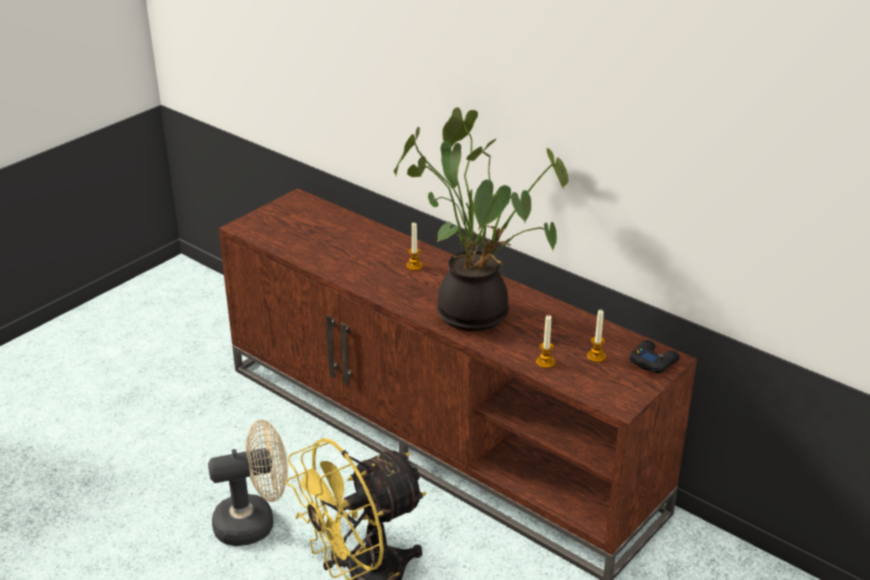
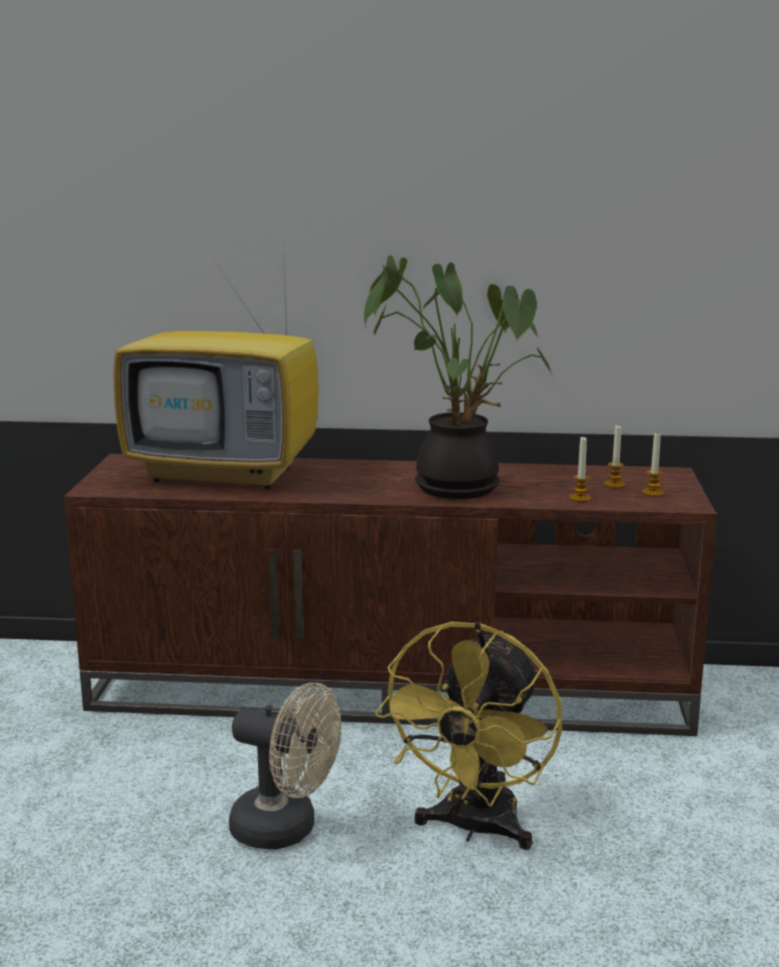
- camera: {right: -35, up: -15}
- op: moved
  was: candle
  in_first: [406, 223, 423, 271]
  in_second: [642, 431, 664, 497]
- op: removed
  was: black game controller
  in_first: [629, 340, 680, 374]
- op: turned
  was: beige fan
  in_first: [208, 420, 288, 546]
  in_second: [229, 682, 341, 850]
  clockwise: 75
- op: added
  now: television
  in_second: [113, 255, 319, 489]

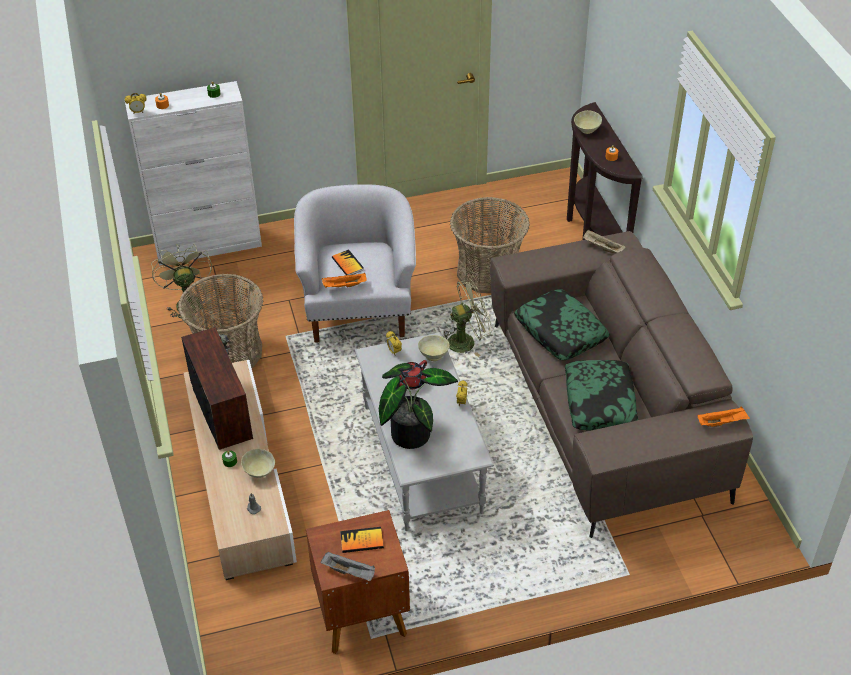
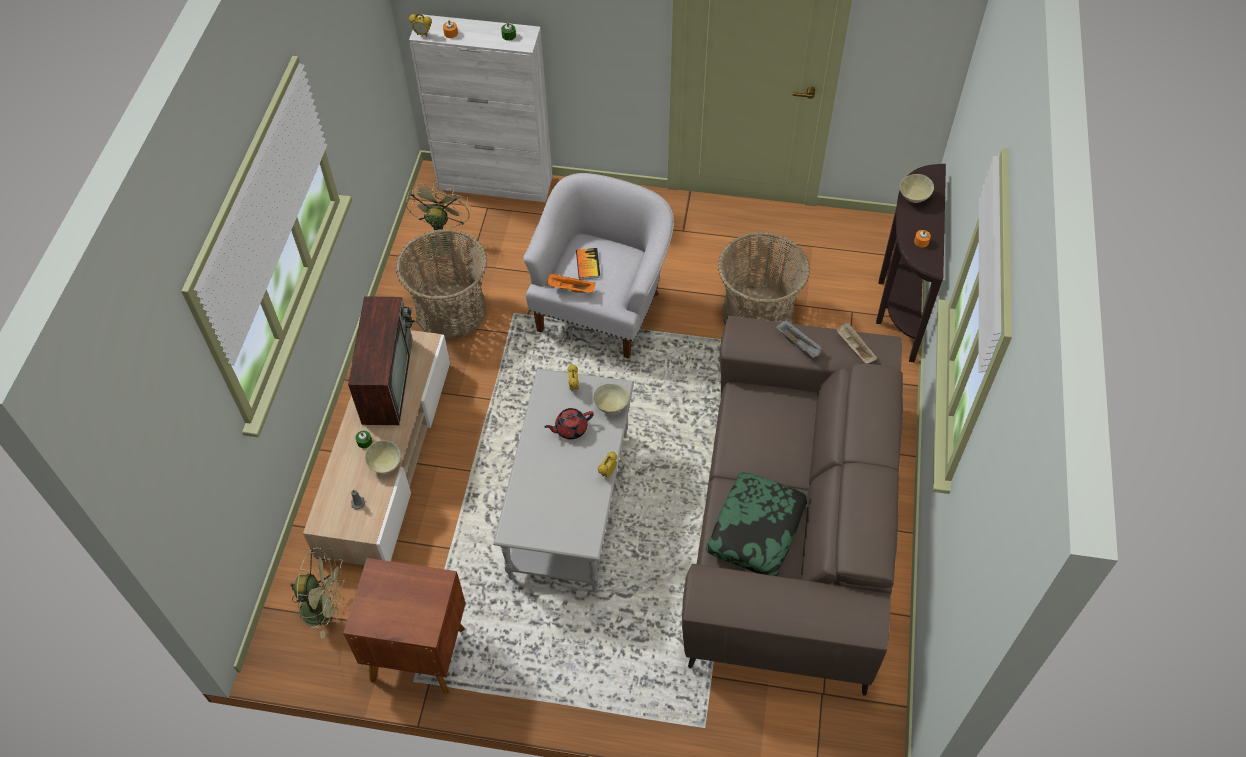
- camera: {right: 25, up: 10}
- op: moved
  was: green fan
  in_first: [443, 279, 492, 357]
  in_second: [290, 548, 347, 639]
- op: removed
  was: pillow
  in_first: [514, 289, 610, 360]
- op: removed
  was: potted plant
  in_first: [379, 363, 458, 449]
- op: removed
  was: orange tray
  in_first: [698, 406, 750, 427]
- op: removed
  was: book
  in_first: [340, 527, 384, 553]
- op: moved
  was: grey tray
  in_first: [321, 552, 375, 581]
  in_second: [776, 320, 822, 358]

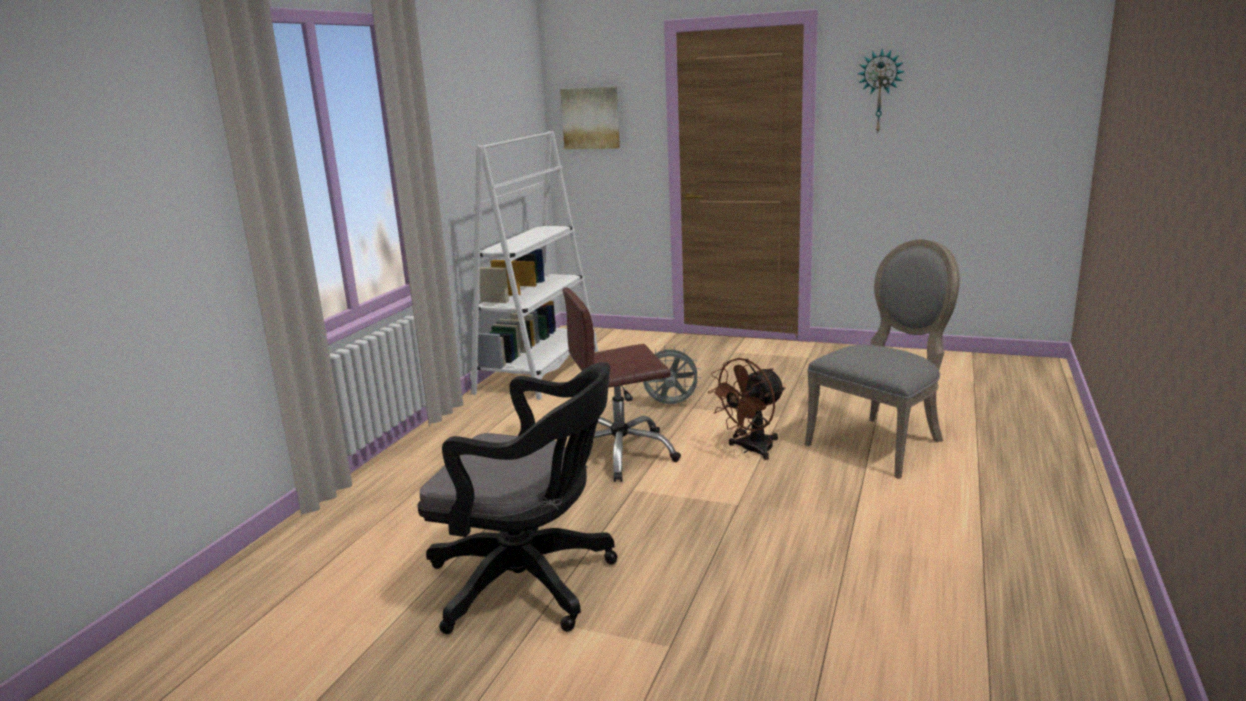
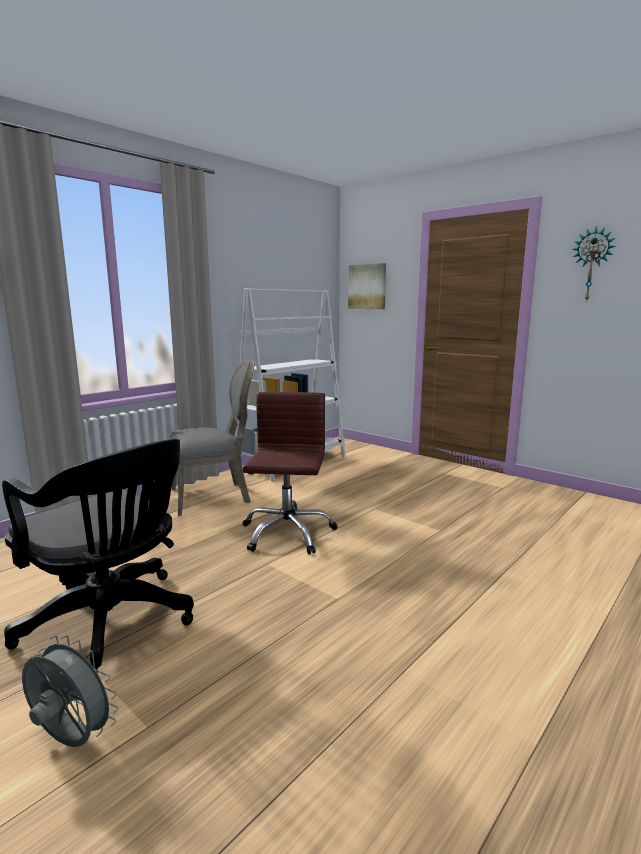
- camera: {right: 20, up: -5}
- op: moved
  was: grey chair
  in_first: [805, 239, 960, 479]
  in_second: [170, 360, 255, 516]
- op: turned
  was: brown office chair
  in_first: [563, 287, 681, 482]
  in_second: [243, 392, 338, 554]
  clockwise: 90
- op: moved
  was: grey fan
  in_first: [643, 345, 701, 404]
  in_second: [22, 635, 118, 747]
- op: removed
  was: brown fan
  in_first: [708, 358, 786, 460]

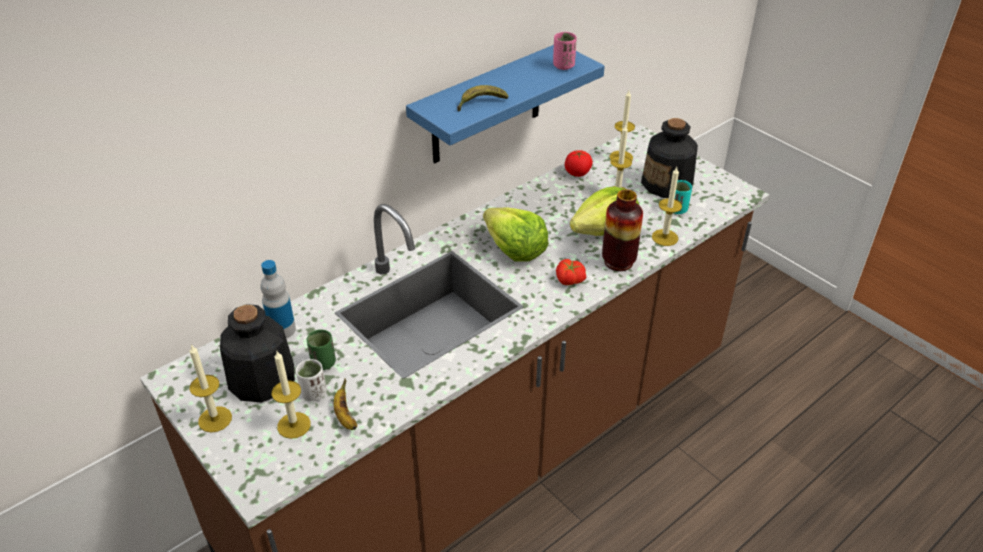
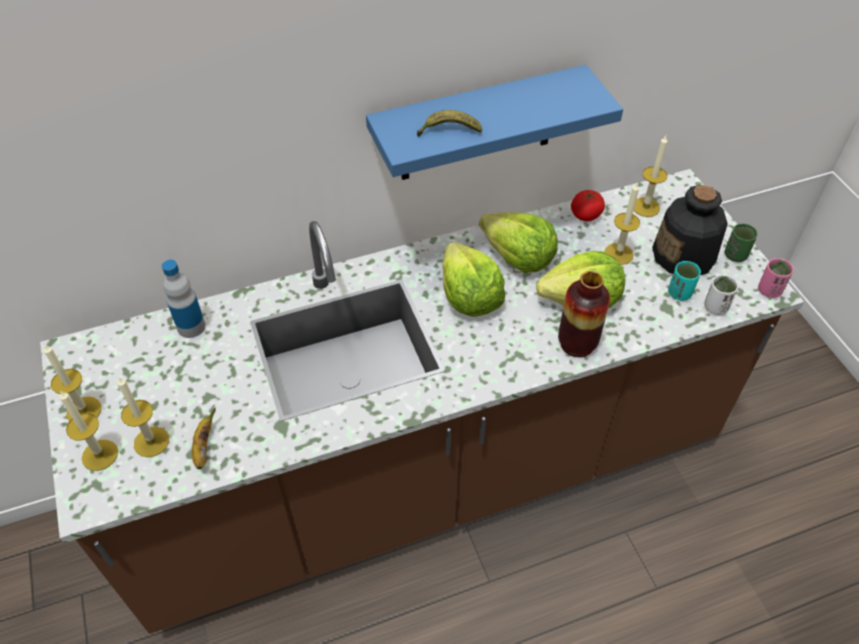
- camera: {right: 20, up: 10}
- op: moved
  was: pink cup
  in_first: [553, 32, 577, 70]
  in_second: [758, 258, 794, 298]
- op: moved
  was: candle
  in_first: [652, 167, 682, 246]
  in_second: [60, 390, 118, 471]
- op: removed
  was: tomato
  in_first: [556, 259, 586, 285]
- op: removed
  was: bottle
  in_first: [220, 304, 295, 403]
- op: moved
  was: green cup
  in_first: [307, 329, 336, 370]
  in_second: [725, 223, 758, 262]
- op: moved
  was: white cup
  in_first: [296, 359, 327, 401]
  in_second: [704, 275, 738, 315]
- op: added
  now: lettuce
  in_second: [479, 212, 558, 273]

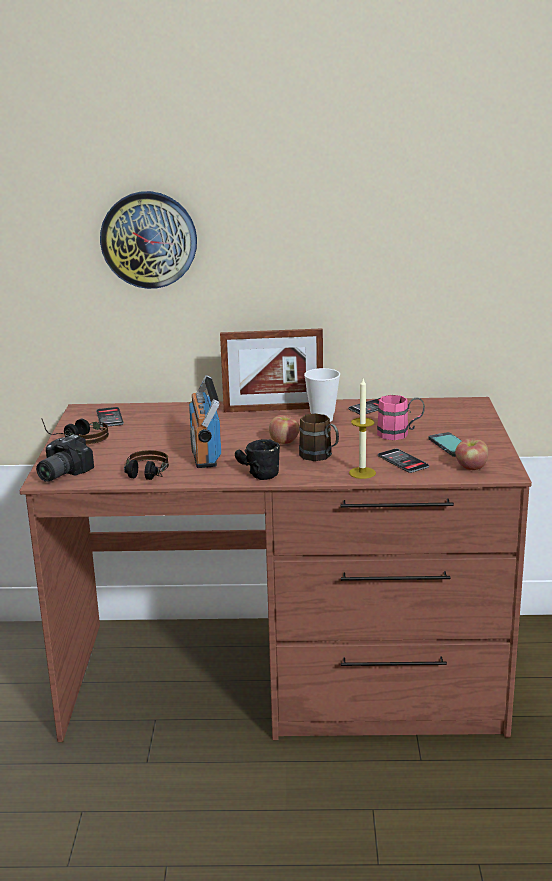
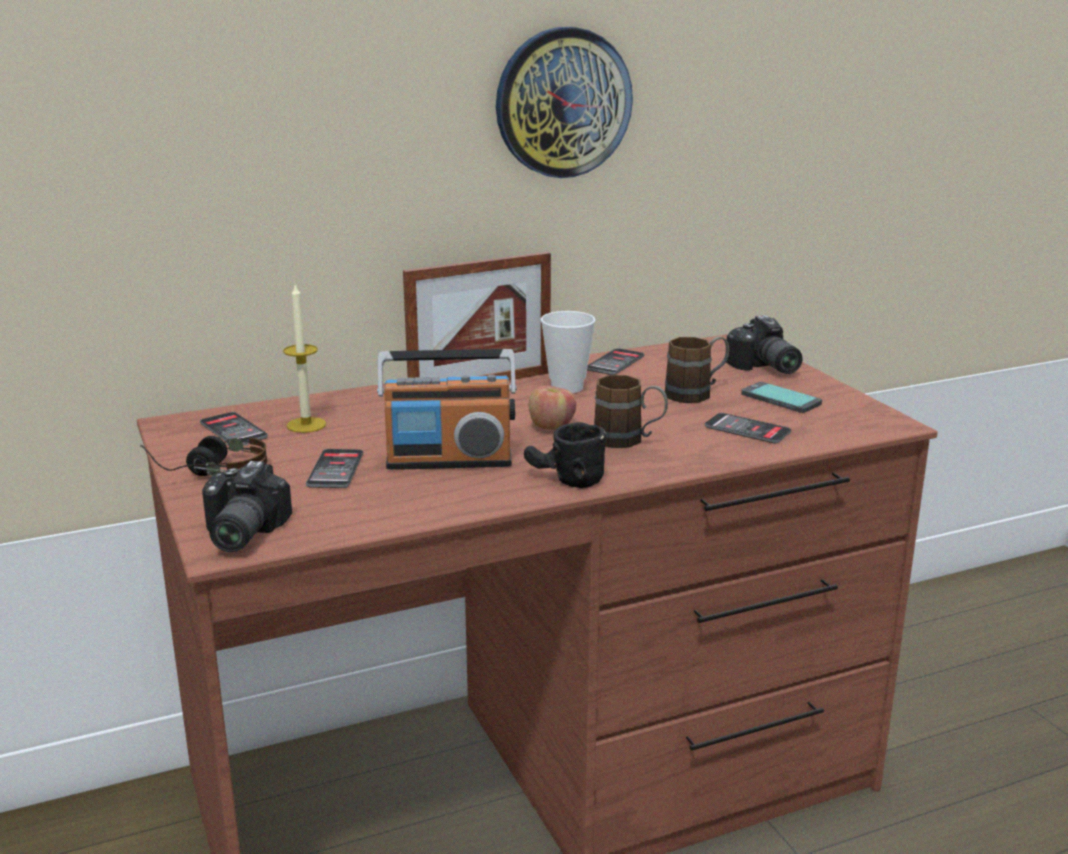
- camera: {right: -25, up: 0}
- op: moved
  was: wall clock
  in_first: [100, 191, 197, 289]
  in_second: [496, 27, 633, 178]
- op: turned
  was: radio
  in_first: [189, 375, 221, 468]
  in_second: [377, 349, 517, 470]
  clockwise: -60
- op: moved
  was: candle
  in_first: [349, 378, 376, 479]
  in_second: [283, 284, 326, 433]
- op: recoloured
  was: pink mug
  now: brown mug
  in_first: [377, 395, 425, 440]
  in_second: [665, 337, 729, 403]
- op: removed
  was: apple
  in_first: [455, 439, 488, 470]
- op: removed
  was: headphones
  in_first: [124, 450, 169, 480]
- op: added
  now: photo camera
  in_second: [726, 315, 802, 374]
- op: added
  now: phone
  in_second: [306, 449, 363, 488]

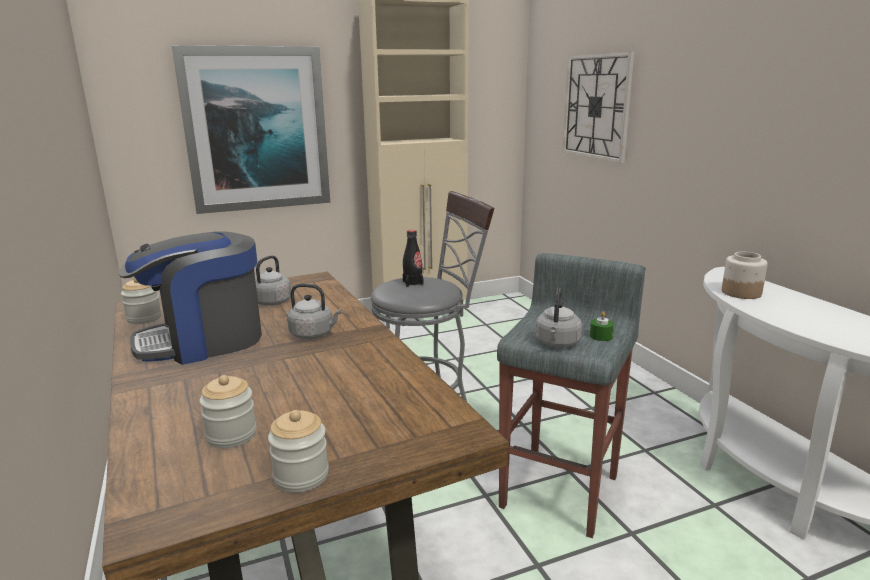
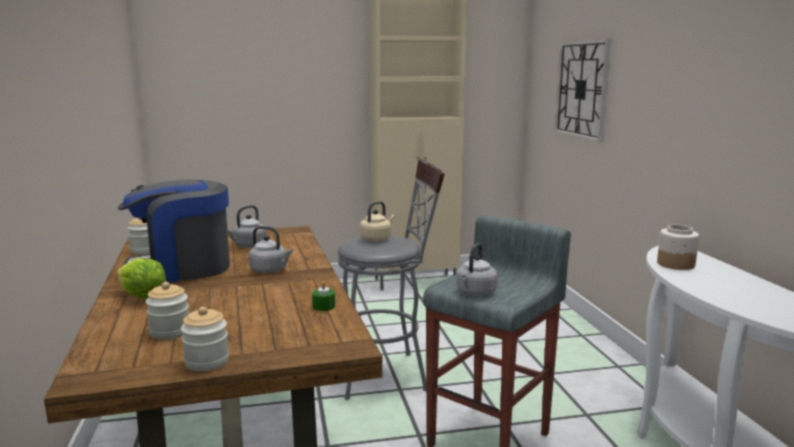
- camera: {right: 10, up: -5}
- op: removed
  was: picture
  in_first: [172, 45, 330, 214]
- op: replaced
  was: black bottle
  now: beige kettle
  in_first: [403, 230, 424, 287]
  in_second: [360, 201, 395, 242]
- op: moved
  was: green candle
  in_first: [590, 311, 614, 341]
  in_second: [312, 281, 335, 311]
- op: added
  now: lettuce
  in_second: [117, 258, 166, 299]

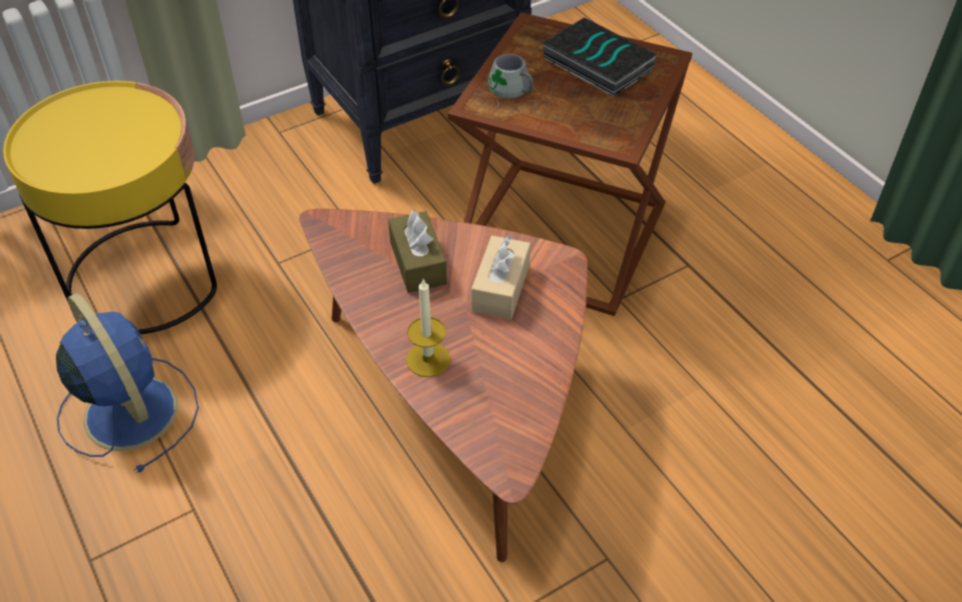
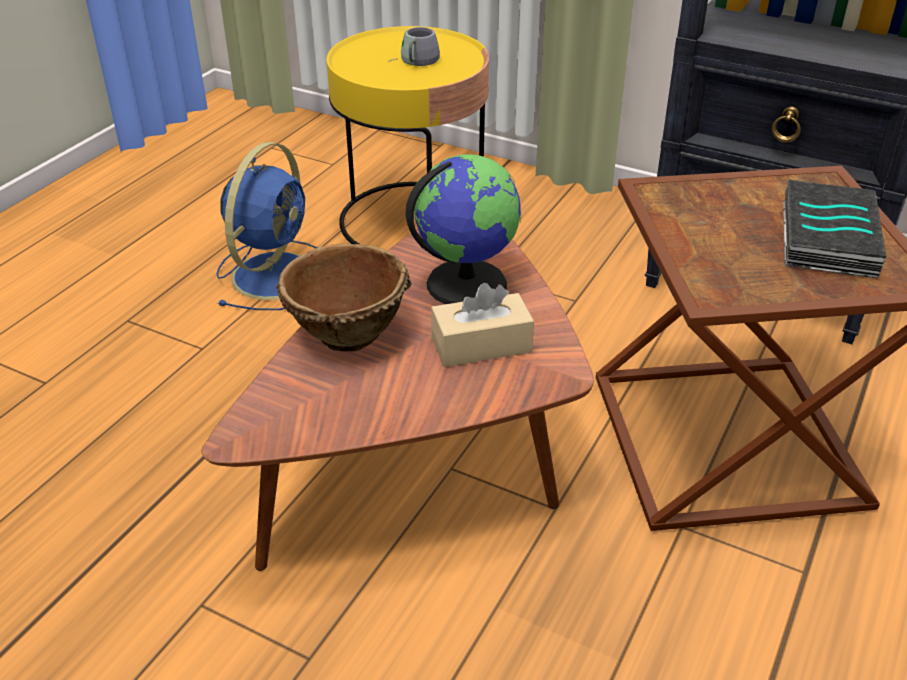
- camera: {right: 60, up: -10}
- op: moved
  was: grey mug
  in_first: [488, 54, 533, 108]
  in_second: [388, 27, 440, 66]
- op: replaced
  was: brown tissue box
  now: globe
  in_first: [388, 210, 447, 293]
  in_second: [406, 154, 522, 304]
- op: replaced
  was: candle
  now: brown bowl
  in_first: [406, 278, 450, 377]
  in_second: [276, 243, 411, 352]

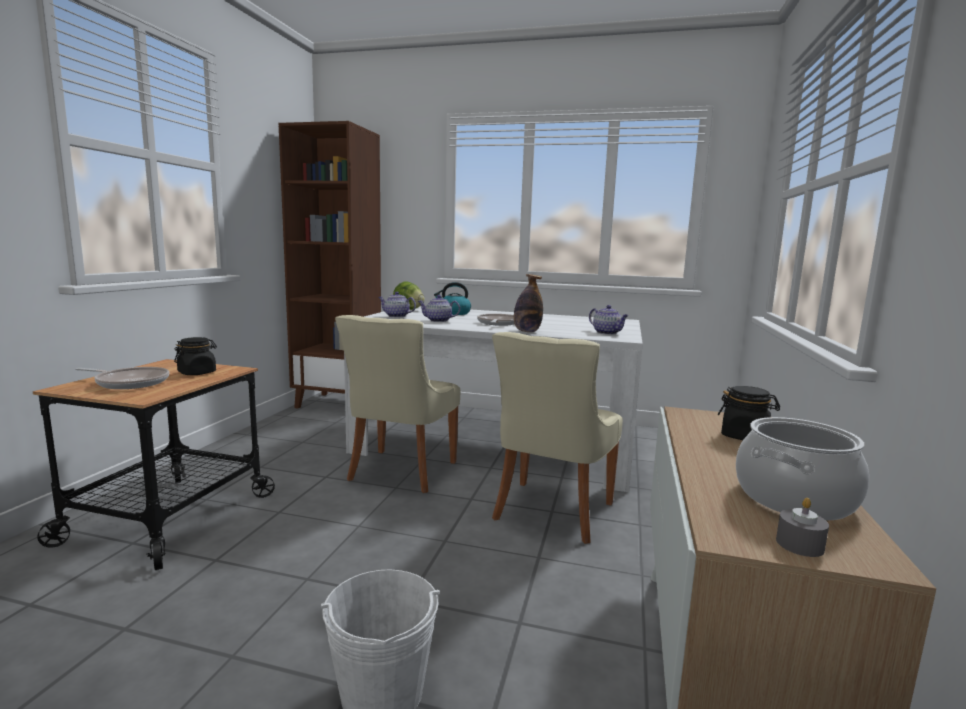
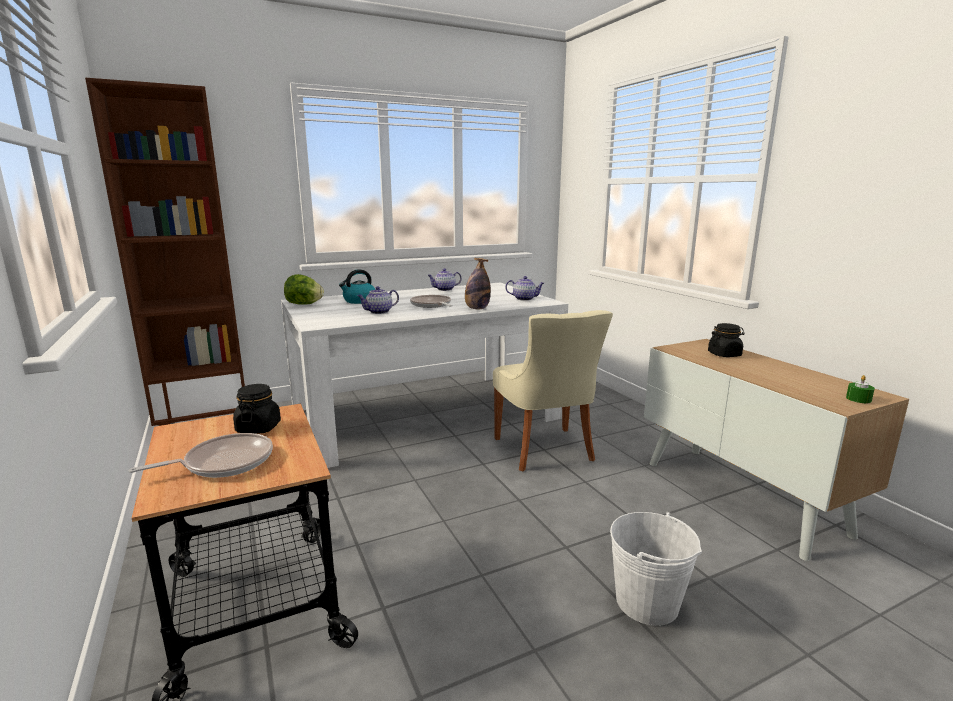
- camera: {right: -40, up: 5}
- op: moved
  was: teapot
  in_first: [378, 292, 416, 317]
  in_second: [427, 269, 462, 291]
- op: removed
  was: beige chair
  in_first: [335, 315, 460, 493]
- op: removed
  was: cooking pot
  in_first: [736, 417, 869, 521]
- op: recoloured
  was: grey candle
  now: green candle
  in_first: [776, 498, 829, 557]
  in_second: [846, 375, 875, 403]

